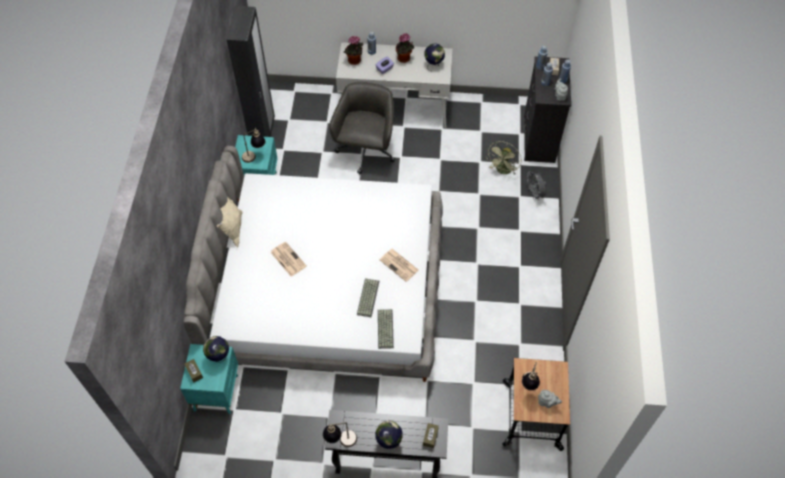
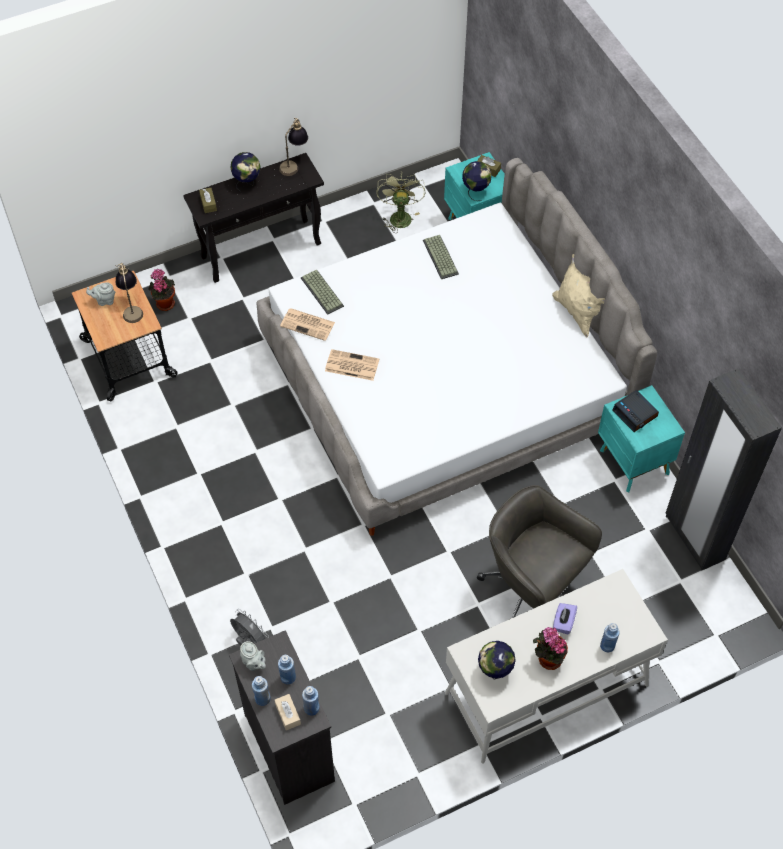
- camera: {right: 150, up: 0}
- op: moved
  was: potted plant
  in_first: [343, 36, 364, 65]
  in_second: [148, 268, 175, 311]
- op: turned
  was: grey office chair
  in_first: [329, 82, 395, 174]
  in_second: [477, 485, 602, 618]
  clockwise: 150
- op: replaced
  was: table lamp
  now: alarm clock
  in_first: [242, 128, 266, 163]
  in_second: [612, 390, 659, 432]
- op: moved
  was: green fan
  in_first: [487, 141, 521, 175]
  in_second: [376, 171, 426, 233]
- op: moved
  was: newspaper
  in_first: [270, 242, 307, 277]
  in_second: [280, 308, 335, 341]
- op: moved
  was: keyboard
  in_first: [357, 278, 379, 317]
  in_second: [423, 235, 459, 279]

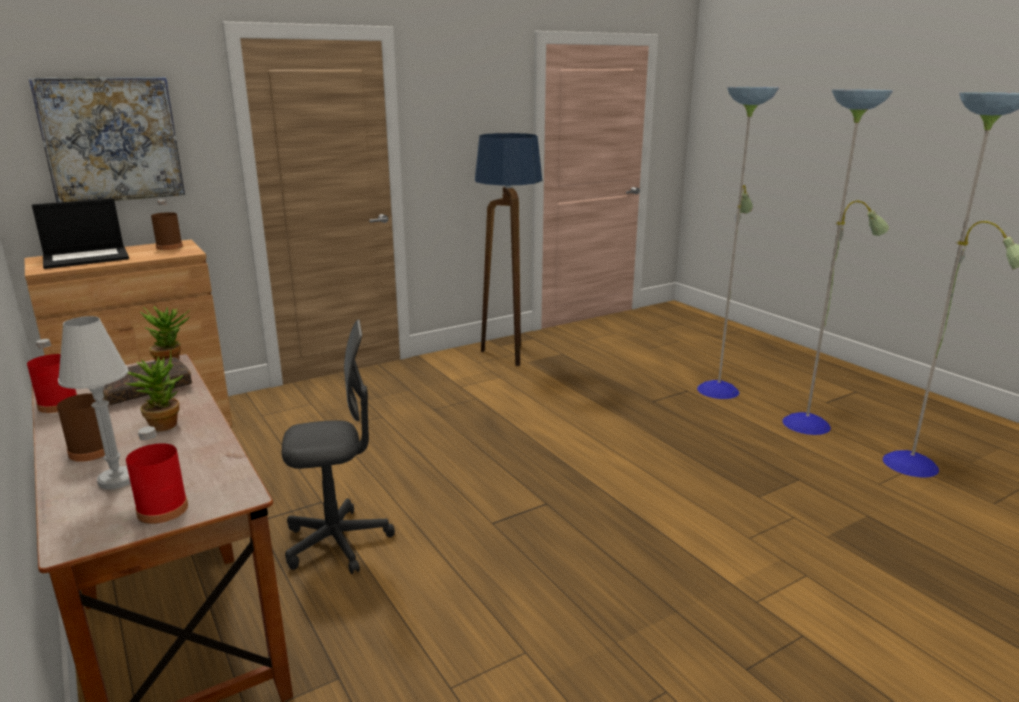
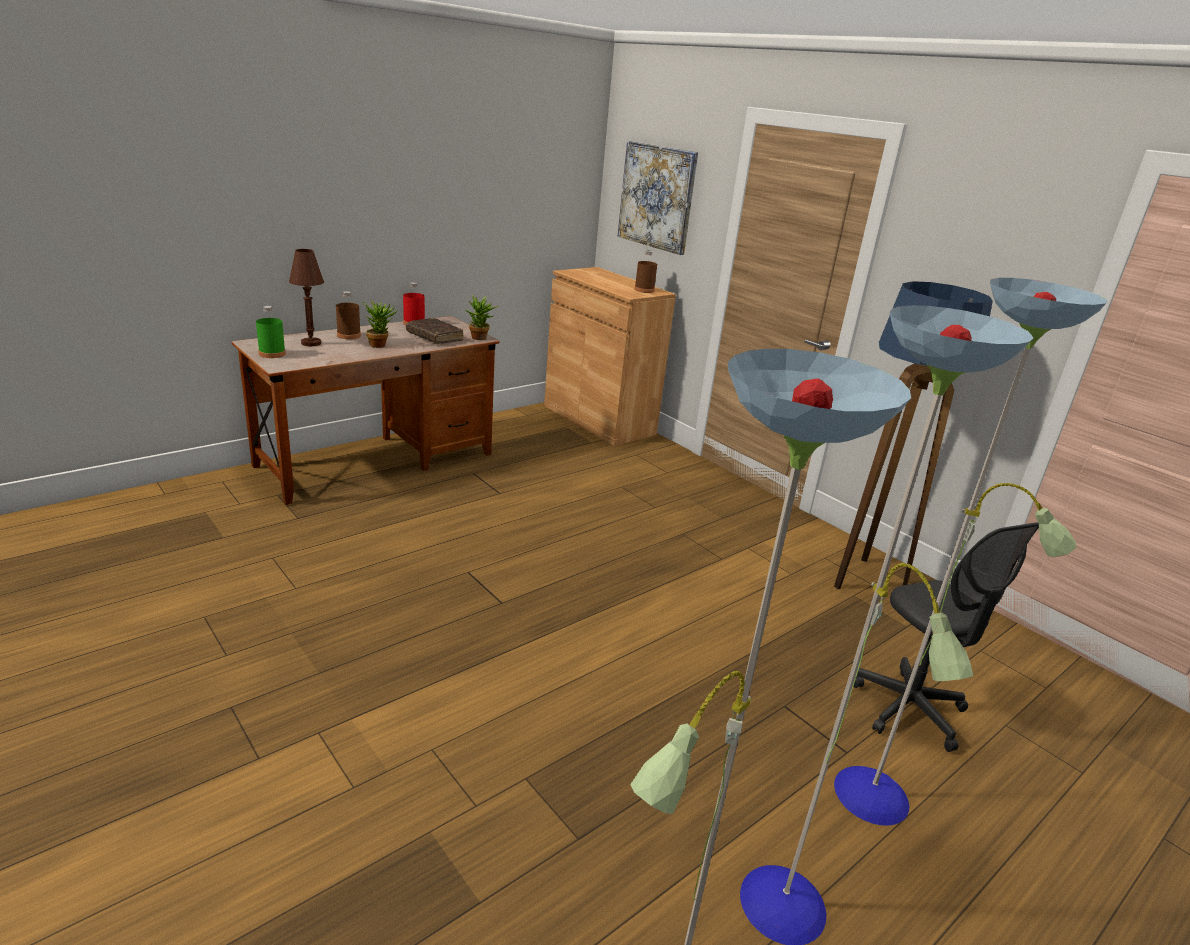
- camera: {right: 80, up: 5}
- op: removed
  was: laptop
  in_first: [32, 198, 129, 269]
- op: recoloured
  was: white table lamp
  now: brown table lamp
  in_first: [58, 316, 131, 490]
  in_second: [289, 249, 324, 346]
- op: moved
  was: grey office chair
  in_first: [282, 319, 395, 574]
  in_second: [853, 522, 1039, 752]
- op: recoloured
  was: red bottle
  now: green bottle
  in_first: [126, 426, 188, 524]
  in_second: [256, 306, 286, 358]

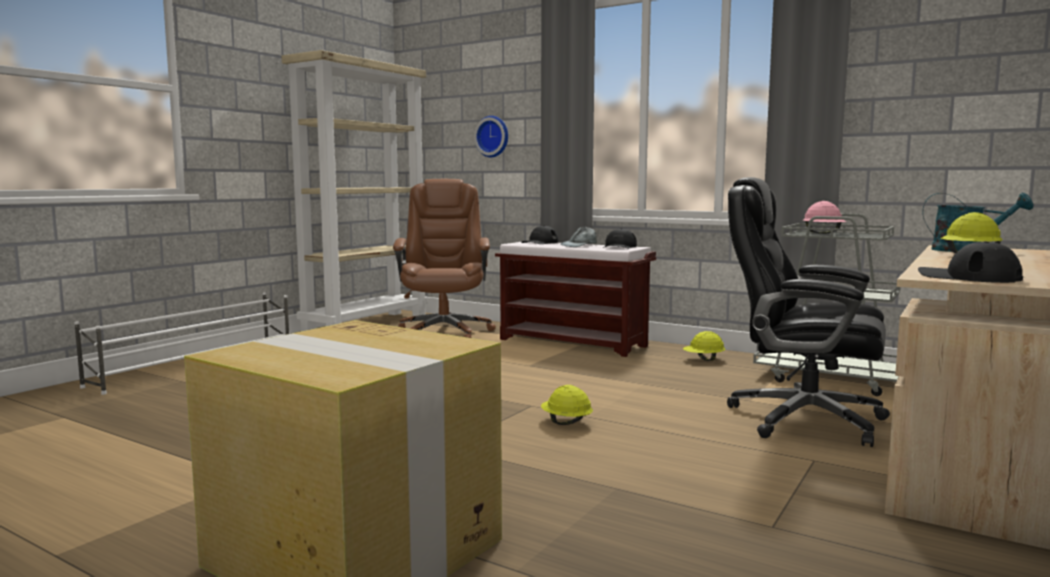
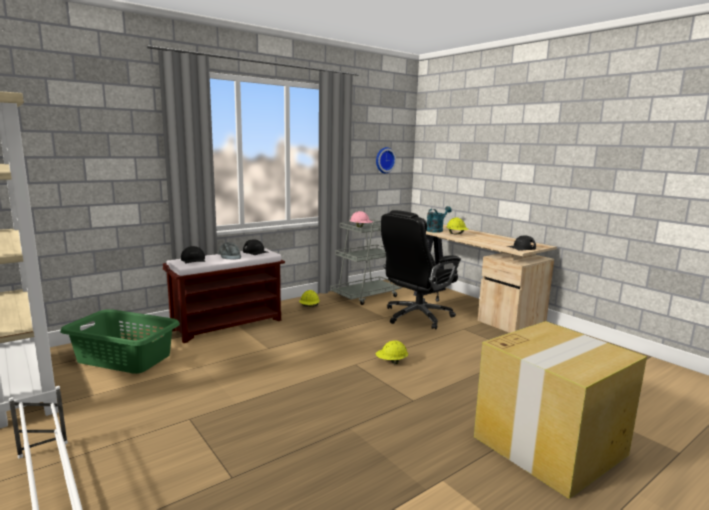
- camera: {right: -70, up: 5}
- op: moved
  was: wall clock
  in_first: [474, 116, 508, 157]
  in_second: [376, 147, 396, 173]
- op: replaced
  was: brown office chair
  now: green laundry basket
  in_first: [393, 179, 496, 338]
  in_second: [60, 309, 180, 374]

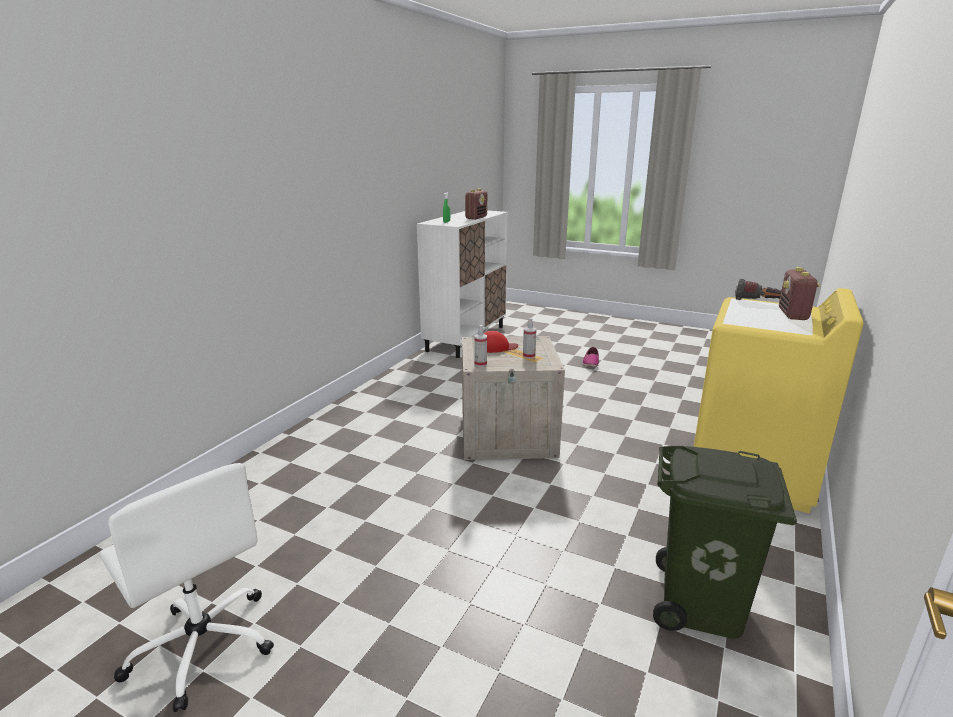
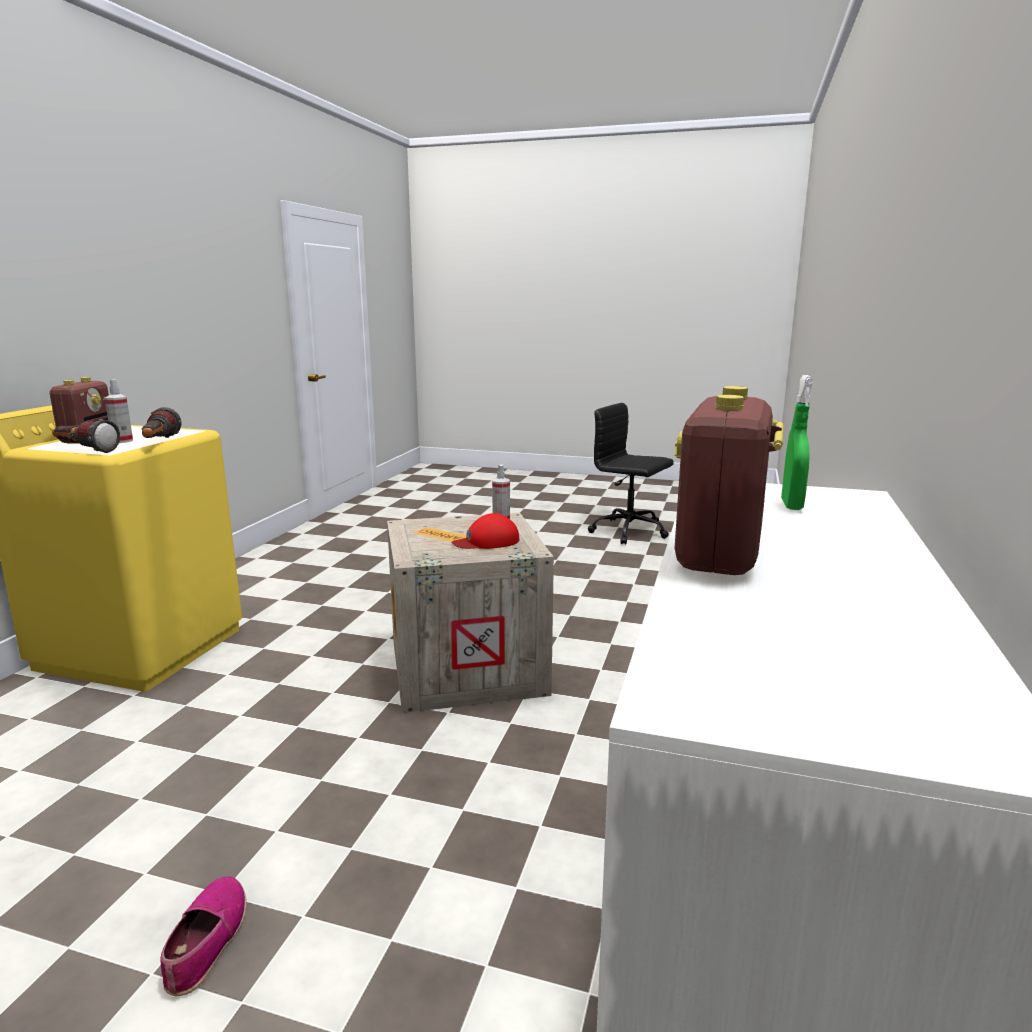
- camera: {right: 170, up: -5}
- op: moved
  was: spray bottle
  in_first: [523, 318, 537, 359]
  in_second: [105, 379, 133, 443]
- op: removed
  was: green trash can
  in_first: [653, 446, 797, 639]
- op: recoloured
  was: white office chair
  now: black office chair
  in_first: [99, 463, 274, 712]
  in_second: [588, 403, 674, 545]
- op: added
  now: flashlight
  in_second: [142, 407, 182, 438]

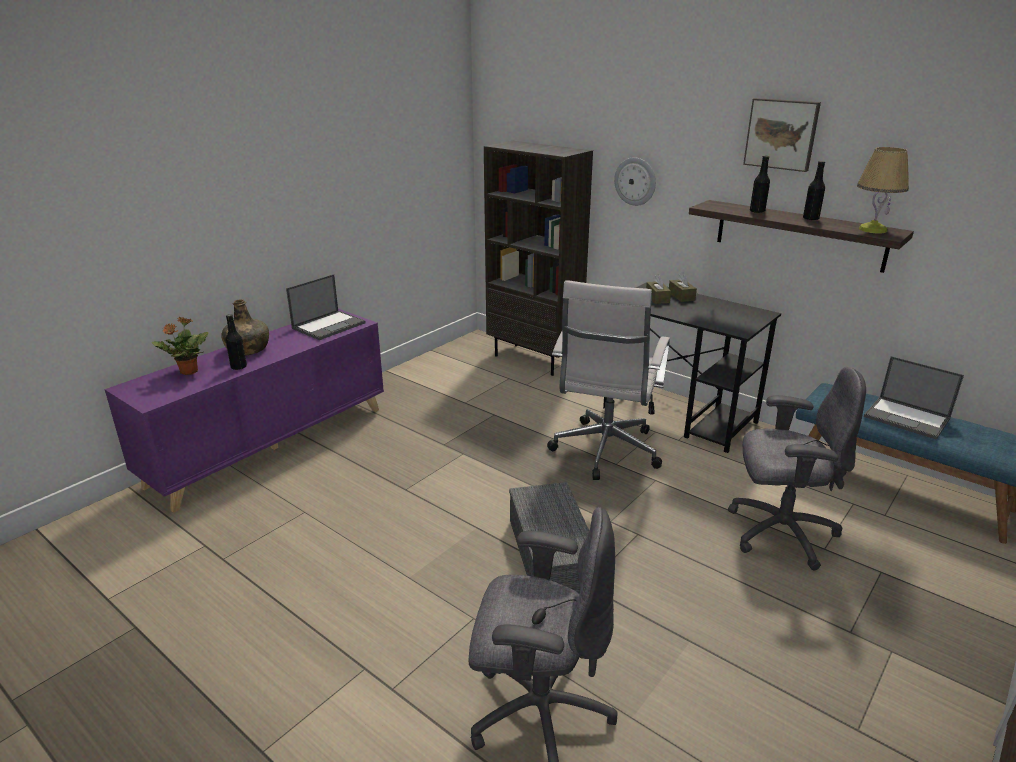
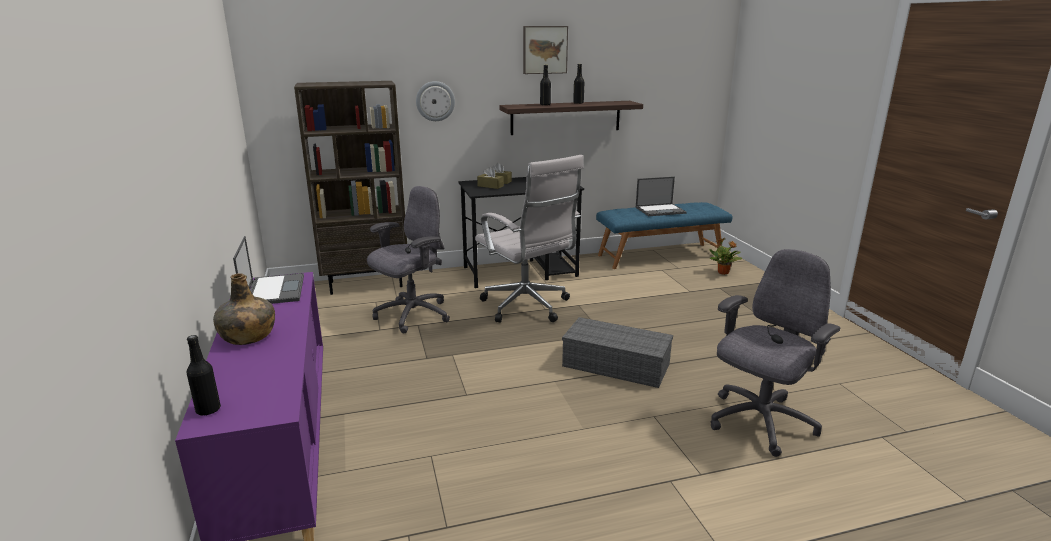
- camera: {right: -55, up: -5}
- op: removed
  was: table lamp
  in_first: [857, 147, 909, 233]
- op: moved
  was: black bottle
  in_first: [225, 314, 247, 370]
  in_second: [187, 335, 221, 416]
- op: moved
  was: potted plant
  in_first: [152, 316, 209, 375]
  in_second: [709, 238, 743, 275]
- op: moved
  was: grey office chair
  in_first: [728, 366, 866, 570]
  in_second: [367, 186, 450, 333]

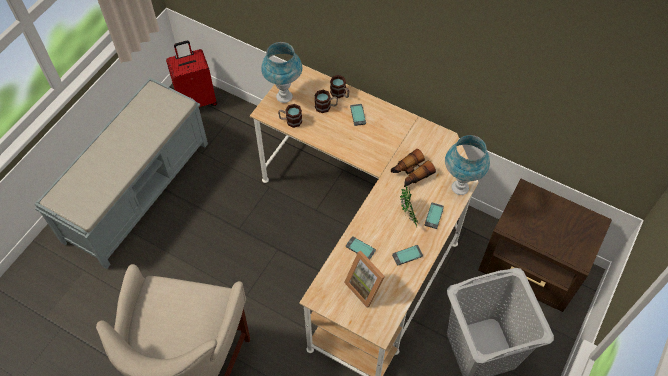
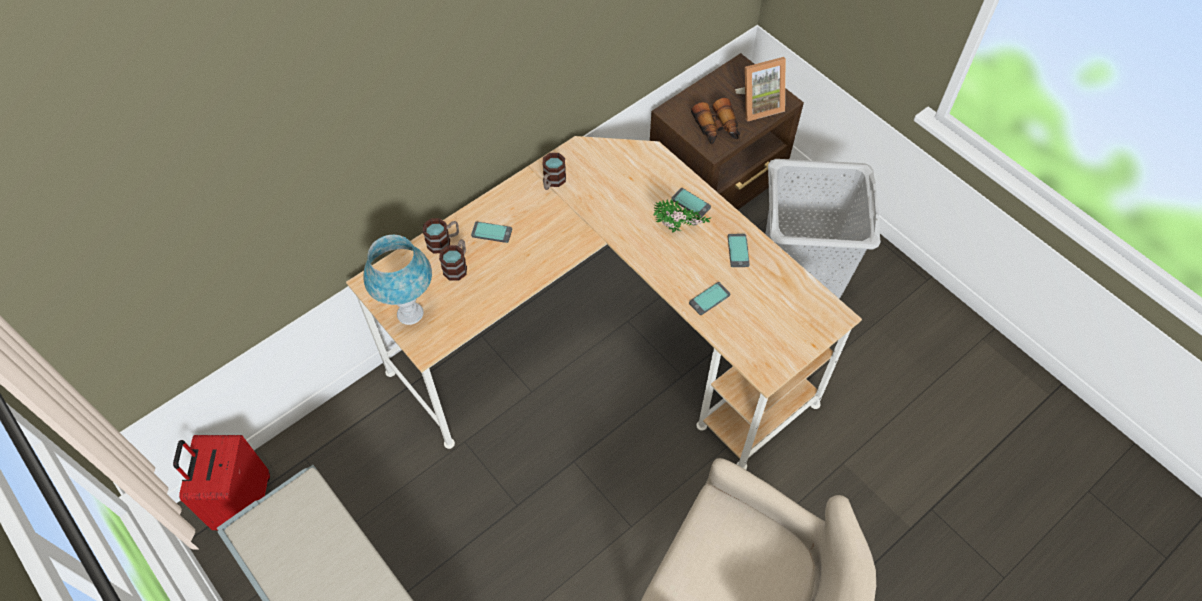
- camera: {right: -70, up: 0}
- op: moved
  was: mug
  in_first: [278, 104, 302, 128]
  in_second: [543, 153, 566, 190]
- op: removed
  was: blue table lamp
  in_first: [445, 135, 490, 195]
- op: moved
  was: binoculars
  in_first: [391, 149, 436, 187]
  in_second: [691, 98, 740, 145]
- op: moved
  was: picture frame
  in_first: [344, 251, 385, 308]
  in_second: [735, 57, 786, 122]

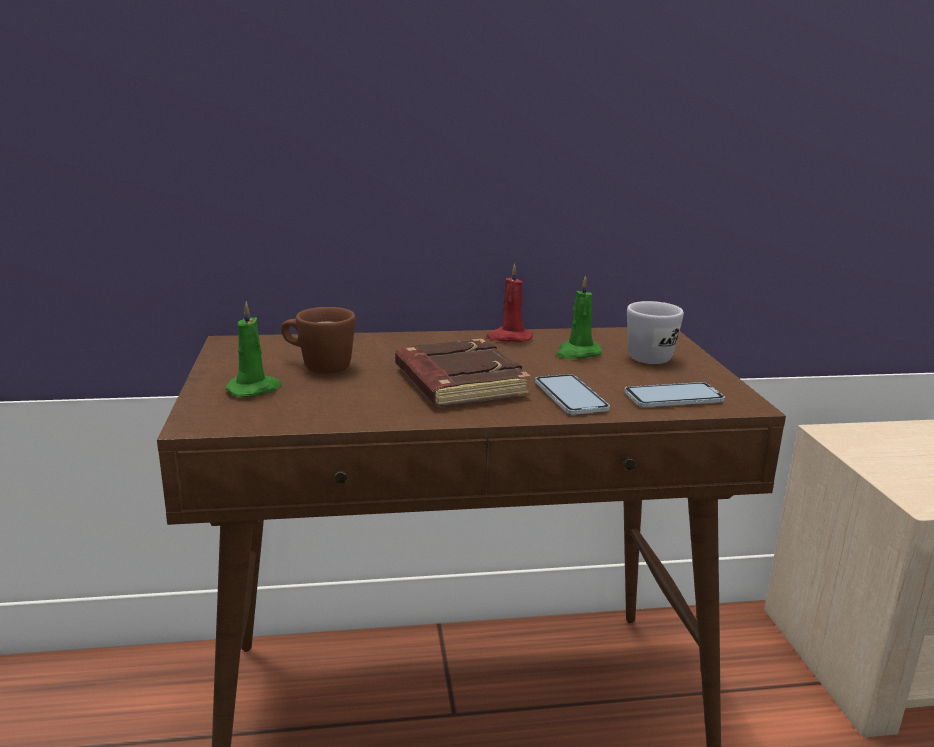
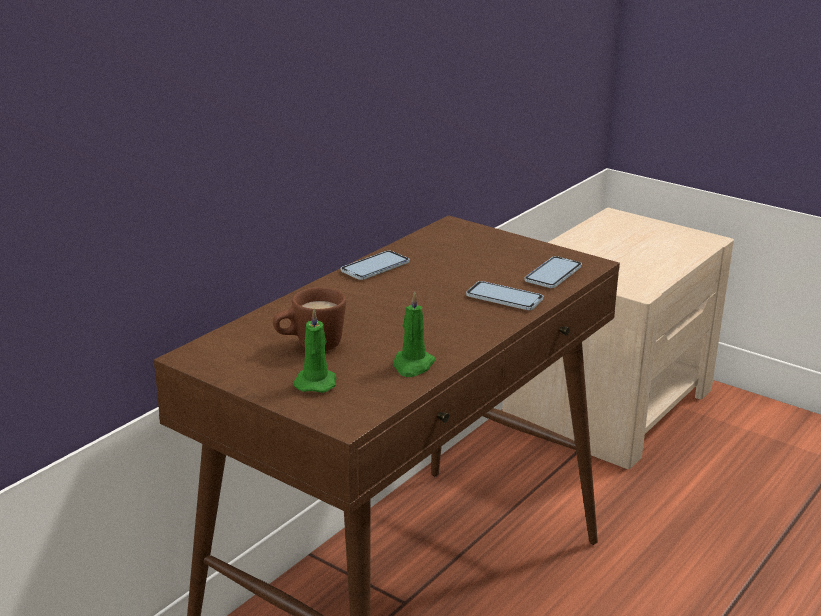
- camera: {right: -45, up: 5}
- op: replaced
  was: red candle
  now: phone
  in_first: [486, 264, 533, 342]
  in_second: [341, 251, 409, 280]
- op: moved
  was: green candle
  in_first: [556, 276, 602, 359]
  in_second: [393, 291, 436, 377]
- op: removed
  was: white mug
  in_first: [627, 301, 684, 364]
- op: removed
  was: brown book
  in_first: [395, 338, 531, 407]

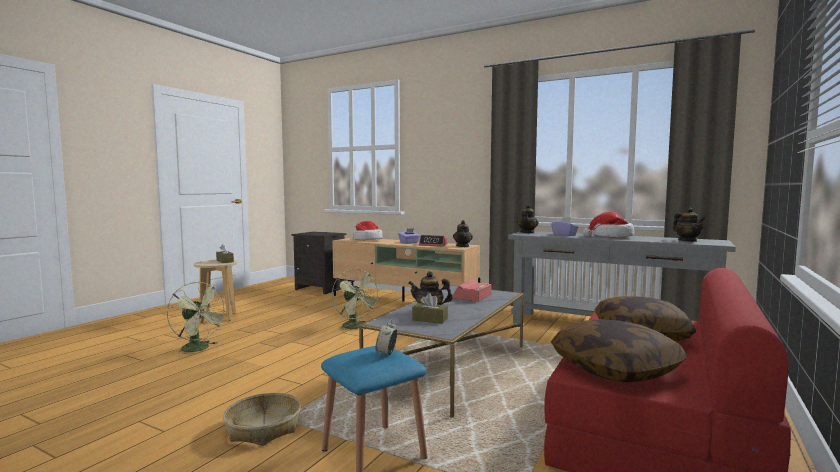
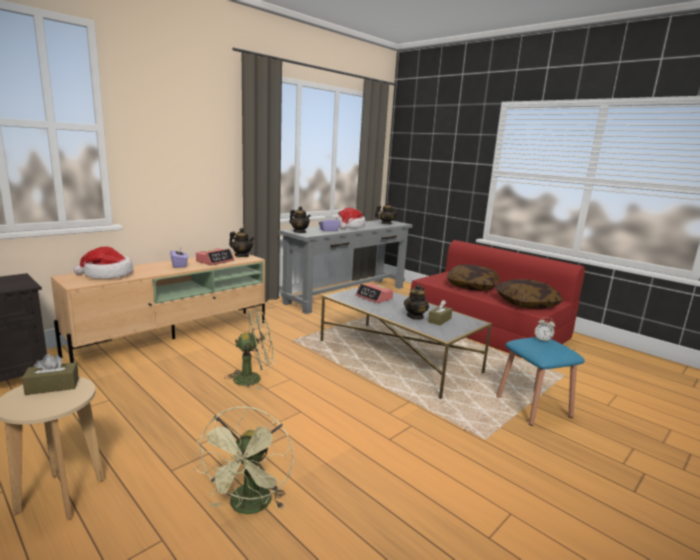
- camera: {right: -75, up: 10}
- op: turned
  was: green fan
  in_first: [167, 282, 228, 356]
  in_second: [195, 406, 293, 514]
  clockwise: 135
- op: removed
  was: basket
  in_first: [223, 393, 301, 446]

